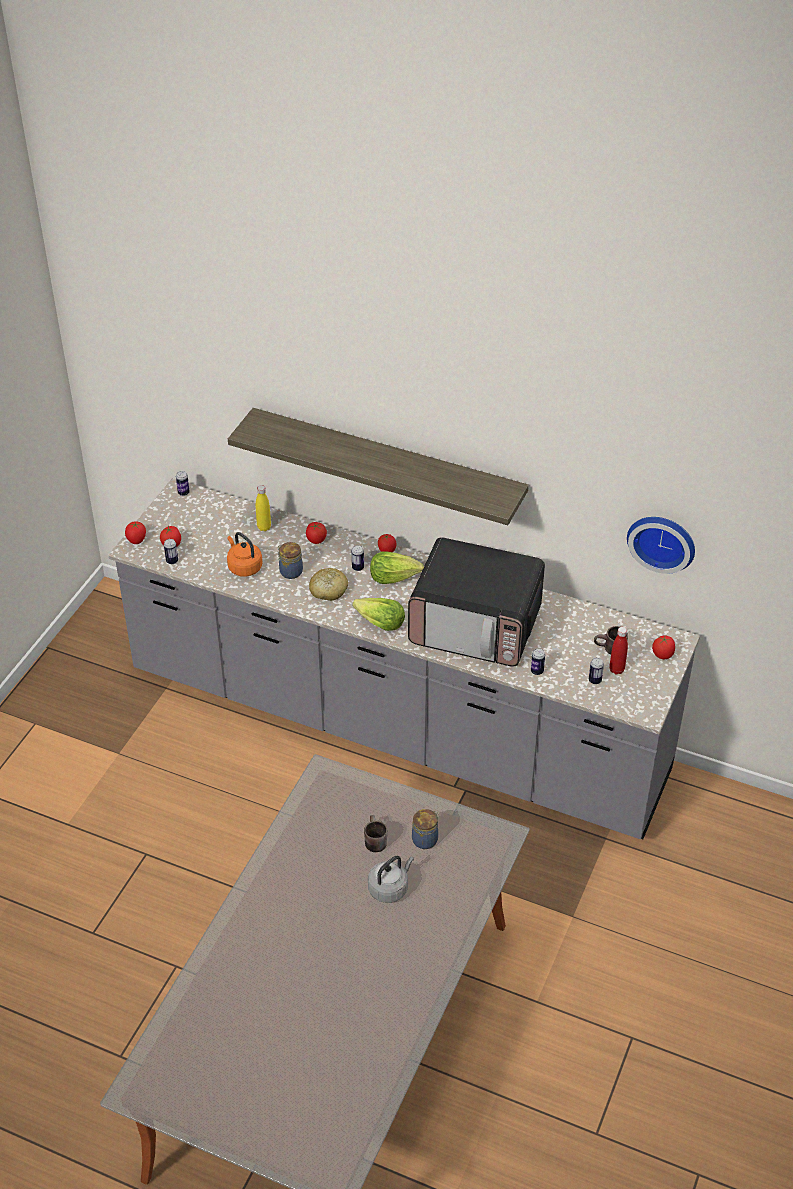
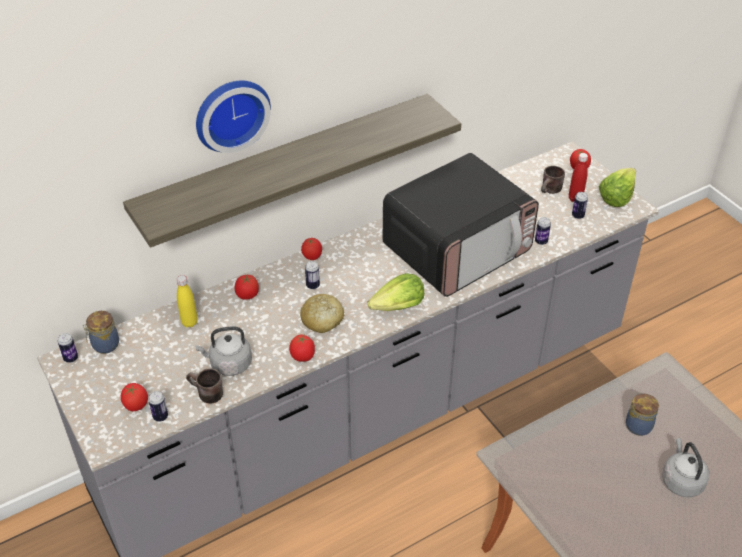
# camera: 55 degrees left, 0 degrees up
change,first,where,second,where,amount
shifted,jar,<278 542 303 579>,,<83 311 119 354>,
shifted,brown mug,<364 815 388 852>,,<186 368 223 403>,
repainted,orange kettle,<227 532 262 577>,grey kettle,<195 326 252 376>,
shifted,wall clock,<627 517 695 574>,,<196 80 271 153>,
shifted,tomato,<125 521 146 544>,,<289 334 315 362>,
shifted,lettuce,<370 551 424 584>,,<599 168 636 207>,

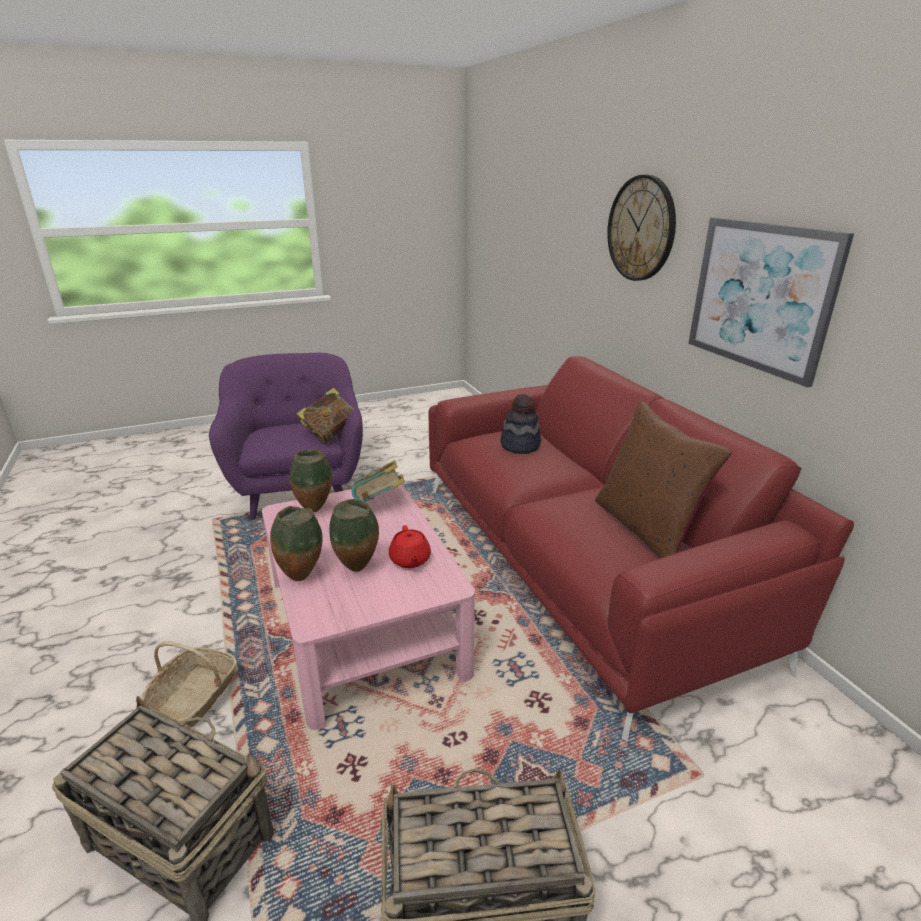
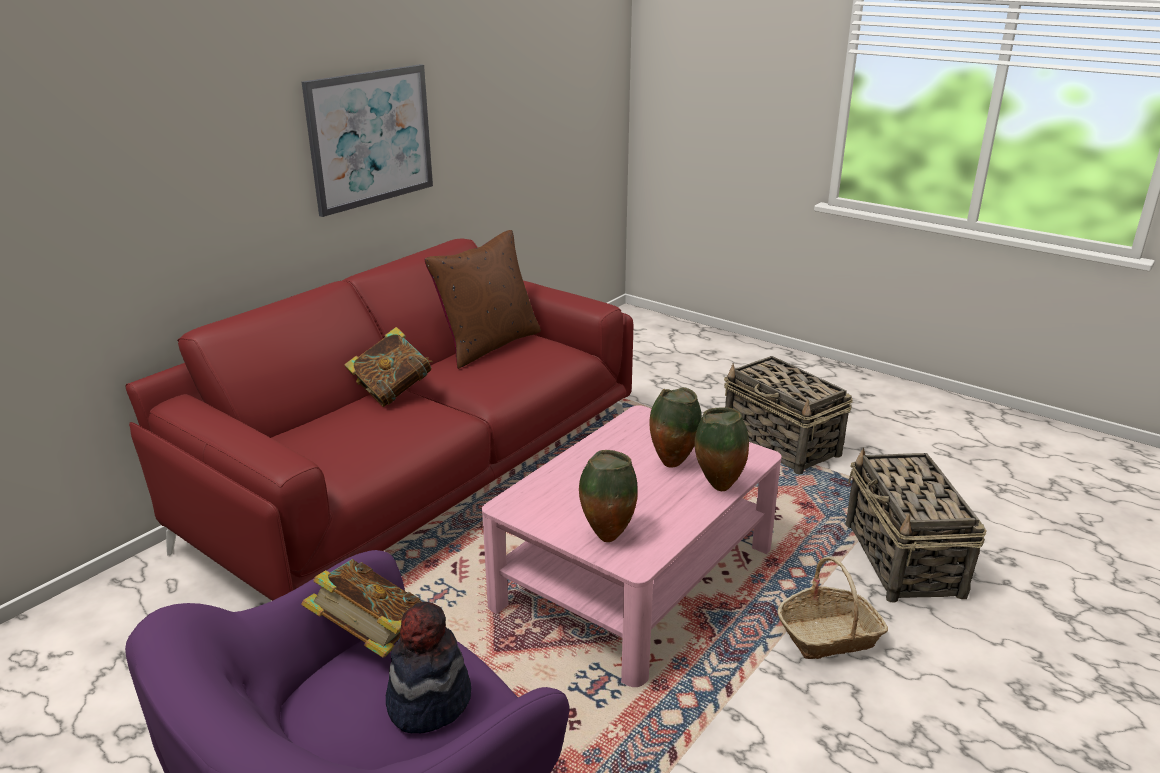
# camera: 120 degrees left, 0 degrees up
change,first,where,second,where,amount
shifted,book,<352 460 405 502>,,<344 327 433 407>,
shifted,hat,<500 394 541 454>,,<386 602 471 733>,
gone,red teapot,<389 525 431 568>,,,
gone,wall clock,<607 175 676 281>,,,

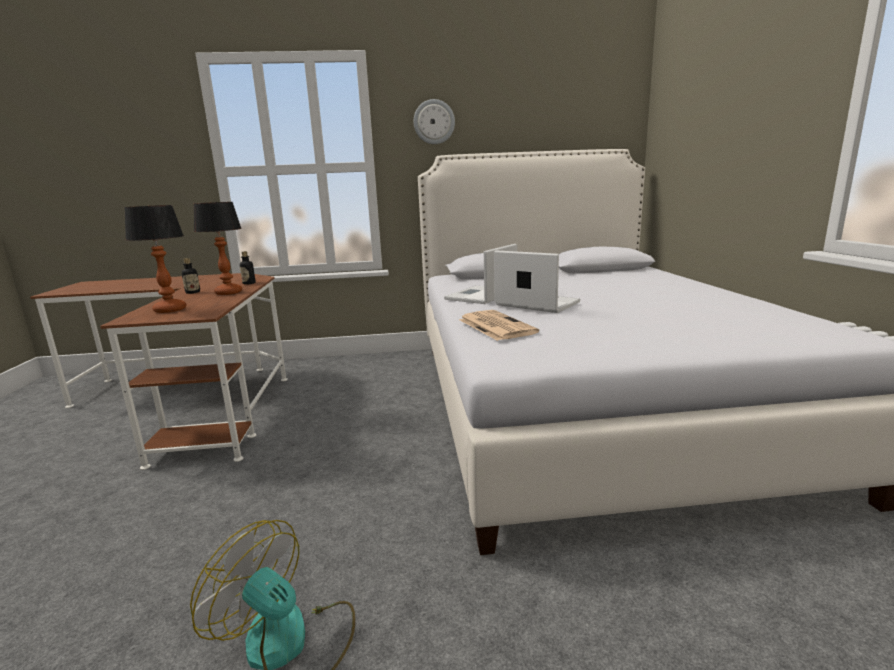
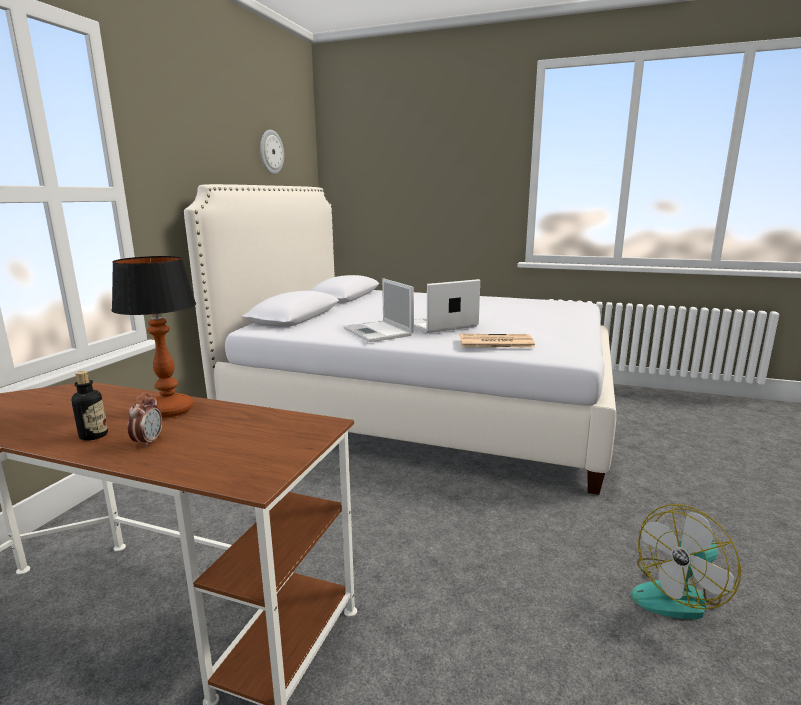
# camera: 65 degrees left, 0 degrees up
change,first,where,second,where,amount
new,,,alarm clock,<127 393 162 448>,
shifted,wall clock,<414 99 455 144>,,<260 130 284 174>,
gone,table lamp,<124 205 187 313>,,,
gone,bottle,<240 251 256 285>,,,

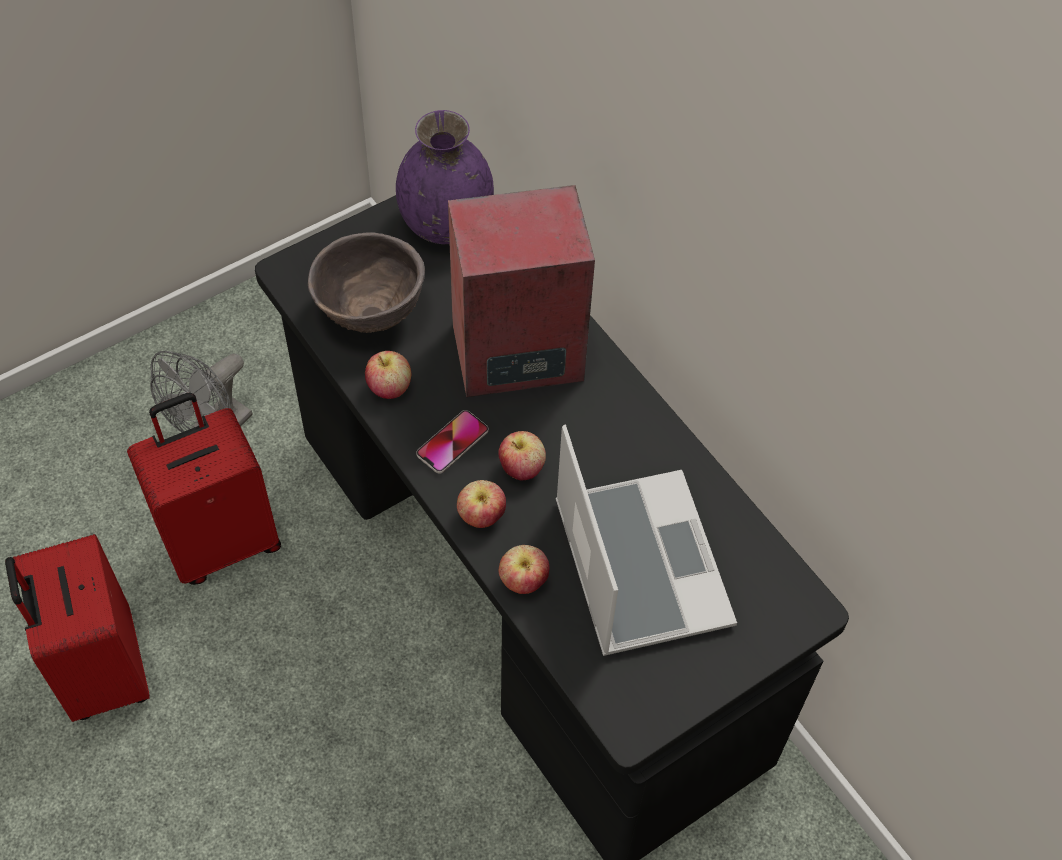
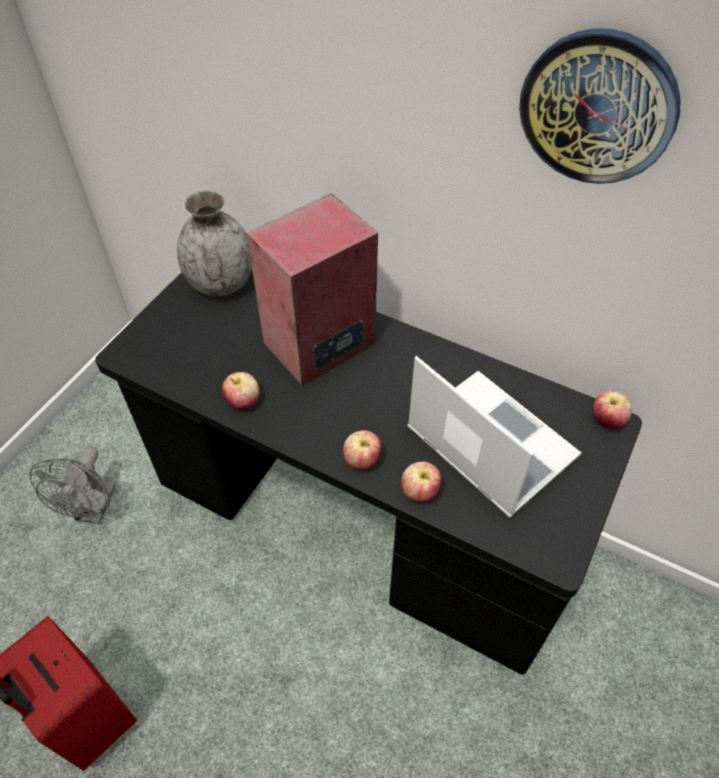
# camera: 25 degrees left, 5 degrees down
change,first,where,second,where,amount
repainted,purple vase,<396 110 494 244>,grey vase,<177 190 252 297>,
new,,,wall clock,<519 28 681 184>,
shifted,apple,<498 431 546 480>,,<593 391 632 429>,
gone,red suitcase,<127 392 281 585>,,,
gone,brown bowl,<308 232 425 333>,,,
gone,phone,<416 410 489 474>,,,

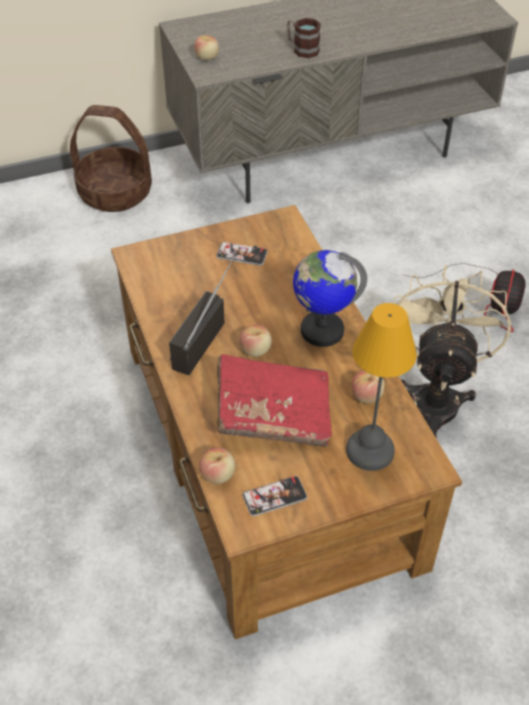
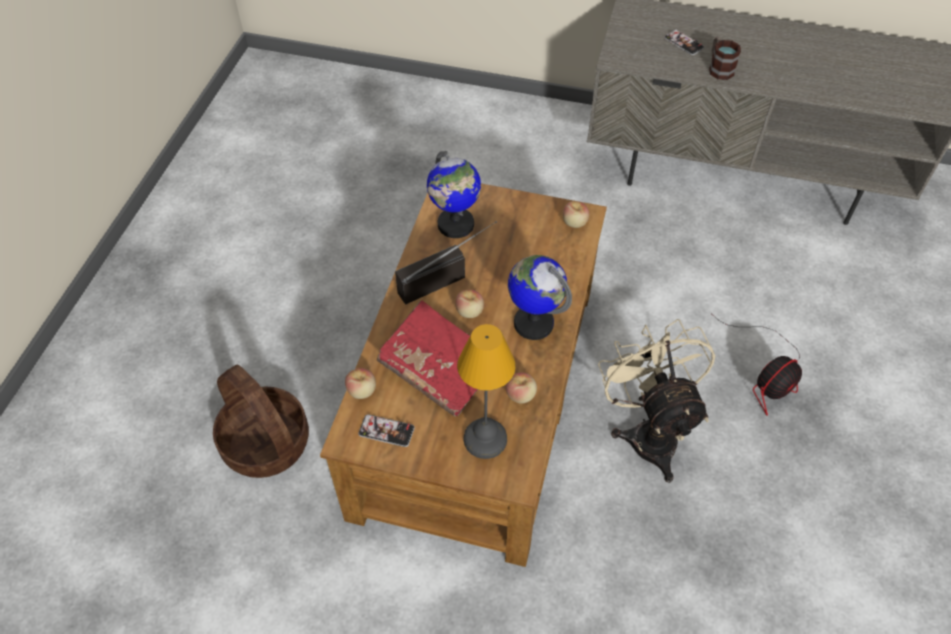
# camera: 35 degrees right, 5 degrees up
change,first,where,second,where,amount
shifted,basket,<70 105 152 212>,,<213 364 309 478>,
new,,,globe,<427 151 481 238>,
shifted,apple,<194 35 219 60>,,<563 201 589 228>,
rotated,beige fan,<394 265 511 439>,,<598 319 715 483>,60 degrees counterclockwise
shifted,phone,<216 241 268 266>,,<664 29 704 55>,

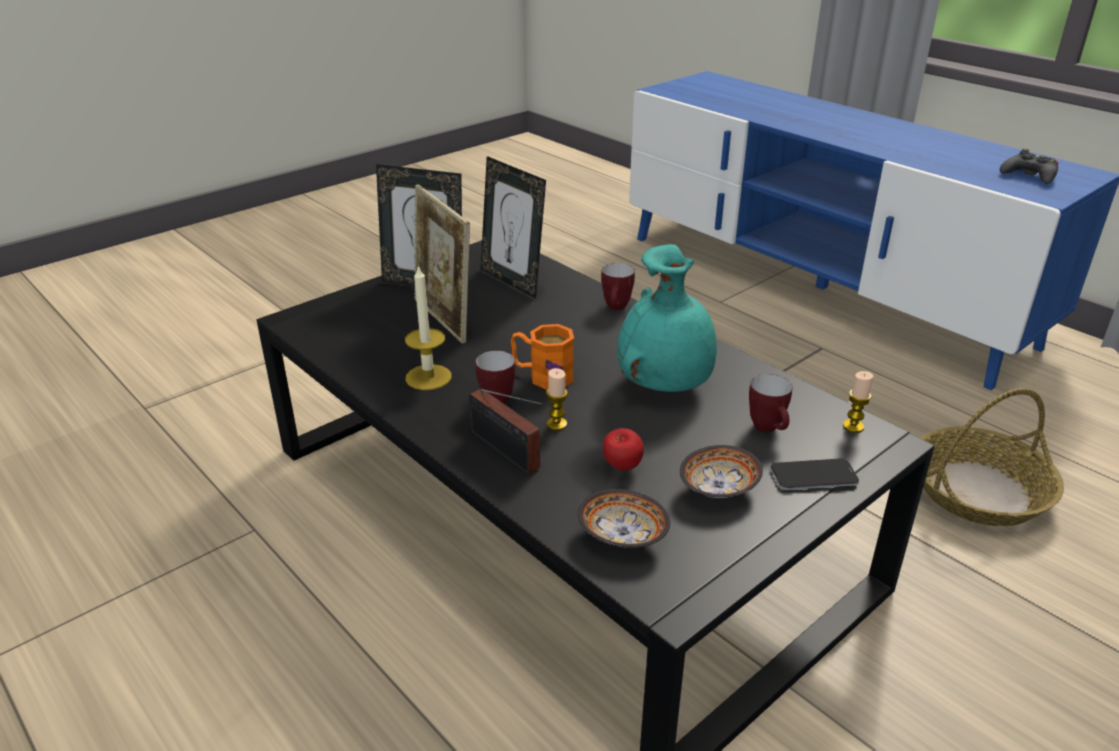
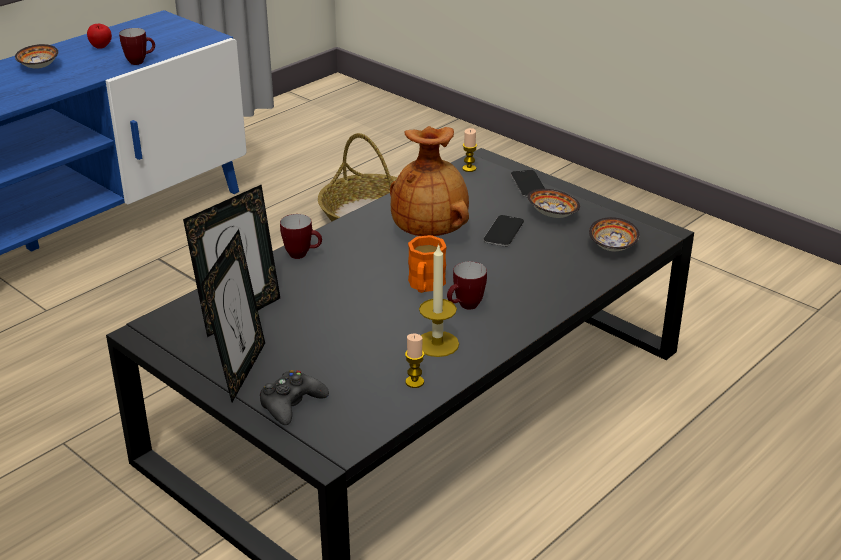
# camera: 95 degrees left, 0 degrees up
change,first,where,second,where,amount
new,,,bowl,<15 44 58 69>,
shifted,apple,<603 428 644 471>,,<87 24 112 48>,
shifted,mug,<749 374 793 433>,,<119 28 155 65>,
shifted,black game controller,<1000 149 1059 184>,,<260 370 329 425>,
repainted,turquoise vase,<618 244 717 392>,brown vase,<390 126 469 236>,
shifted,candle,<546 368 568 431>,,<405 334 424 388>,
new,,,phone,<483 215 524 247>,
gone,picture frame,<414 184 470 344>,,,
gone,radio,<469 389 544 474>,,,

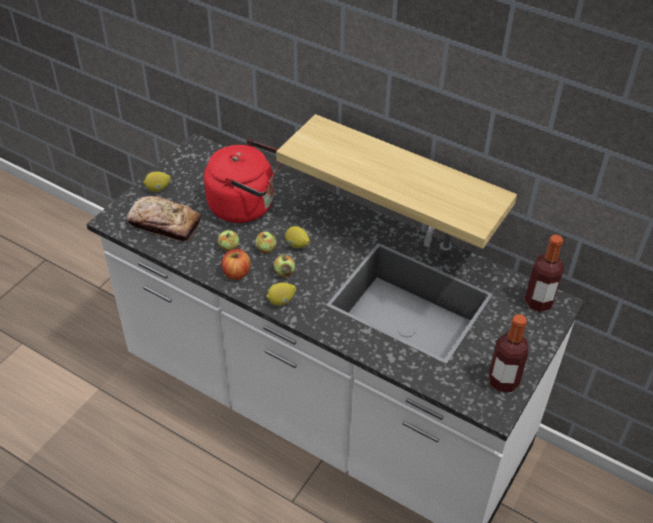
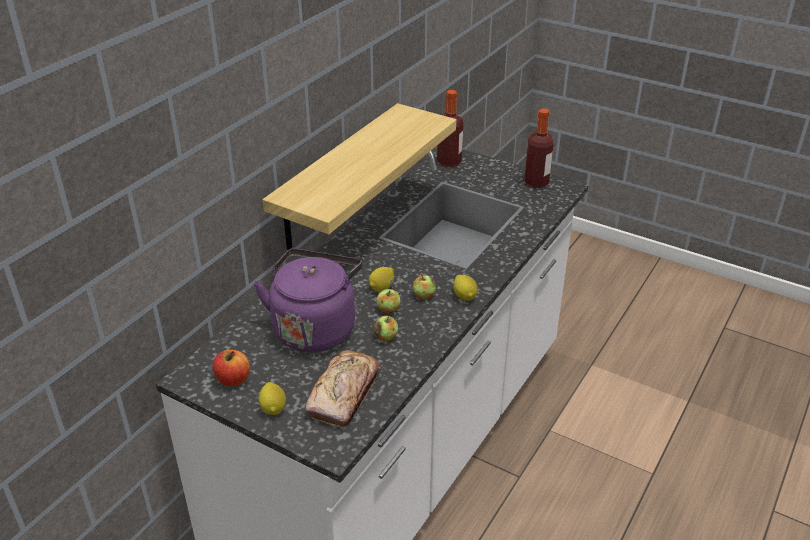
# camera: 90 degrees left, 10 degrees down
change,first,where,second,where,amount
shifted,apple,<222 249 250 280>,,<213 350 250 386>,
repainted,red kettle,<204 140 281 223>,purple kettle,<253 249 362 352>,

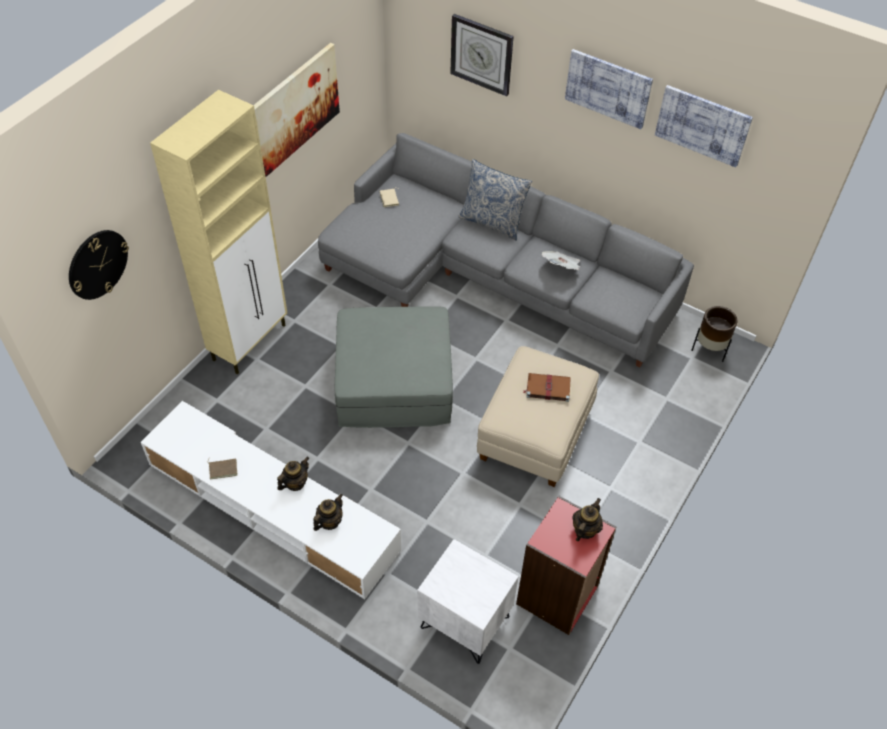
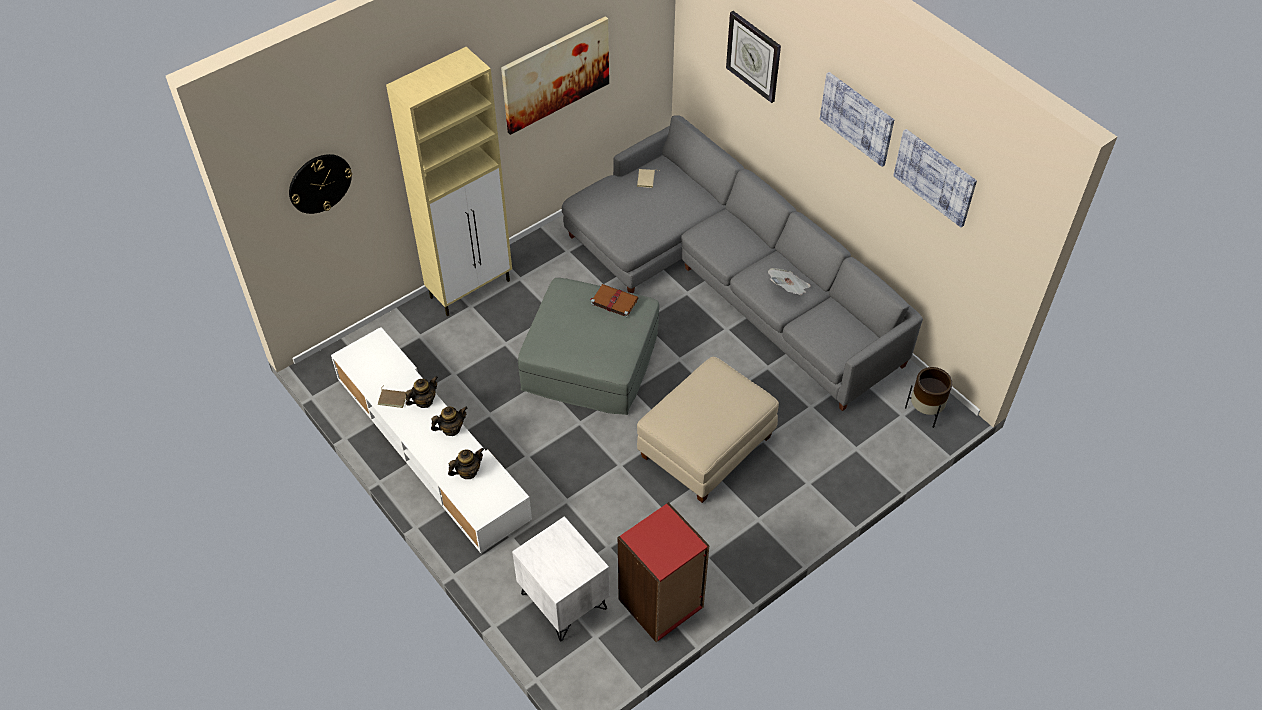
# camera: 20 degrees right, 0 degrees up
change,first,where,second,where,amount
shifted,teapot,<572 498 603 541>,,<406 376 438 408>,
shifted,brown book,<523 373 571 402>,,<590 284 639 318>,
gone,pillow,<458 159 532 241>,,,

